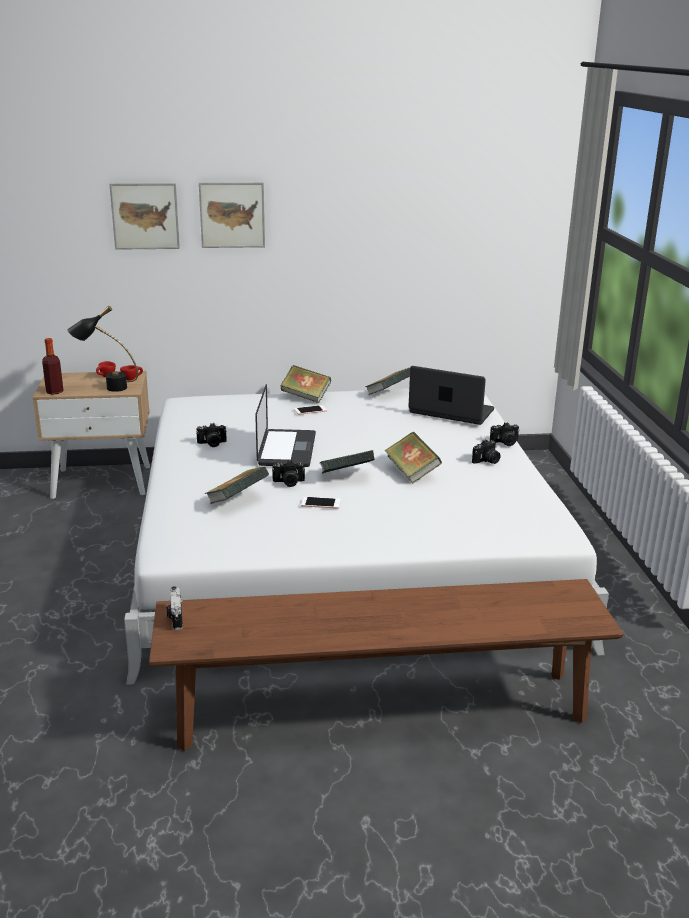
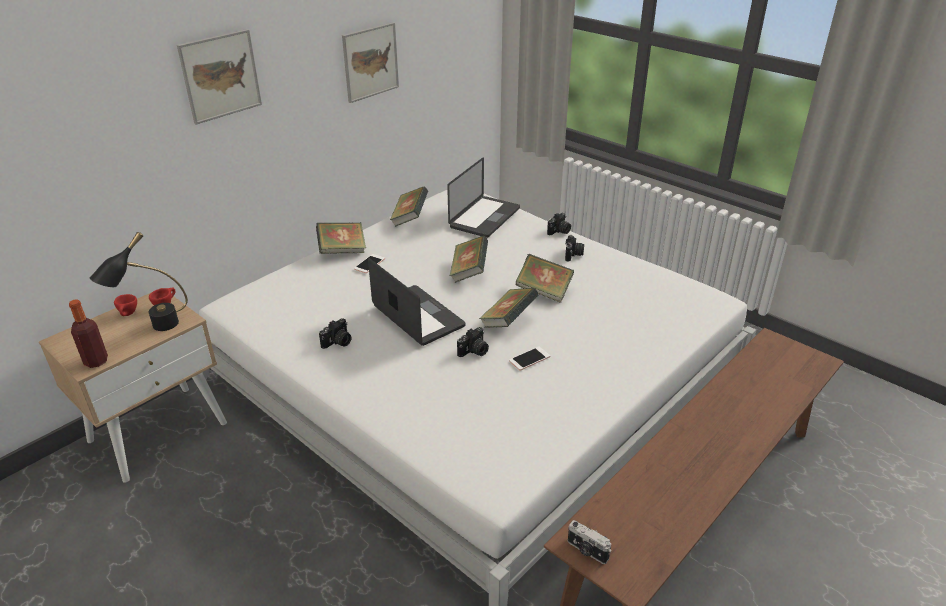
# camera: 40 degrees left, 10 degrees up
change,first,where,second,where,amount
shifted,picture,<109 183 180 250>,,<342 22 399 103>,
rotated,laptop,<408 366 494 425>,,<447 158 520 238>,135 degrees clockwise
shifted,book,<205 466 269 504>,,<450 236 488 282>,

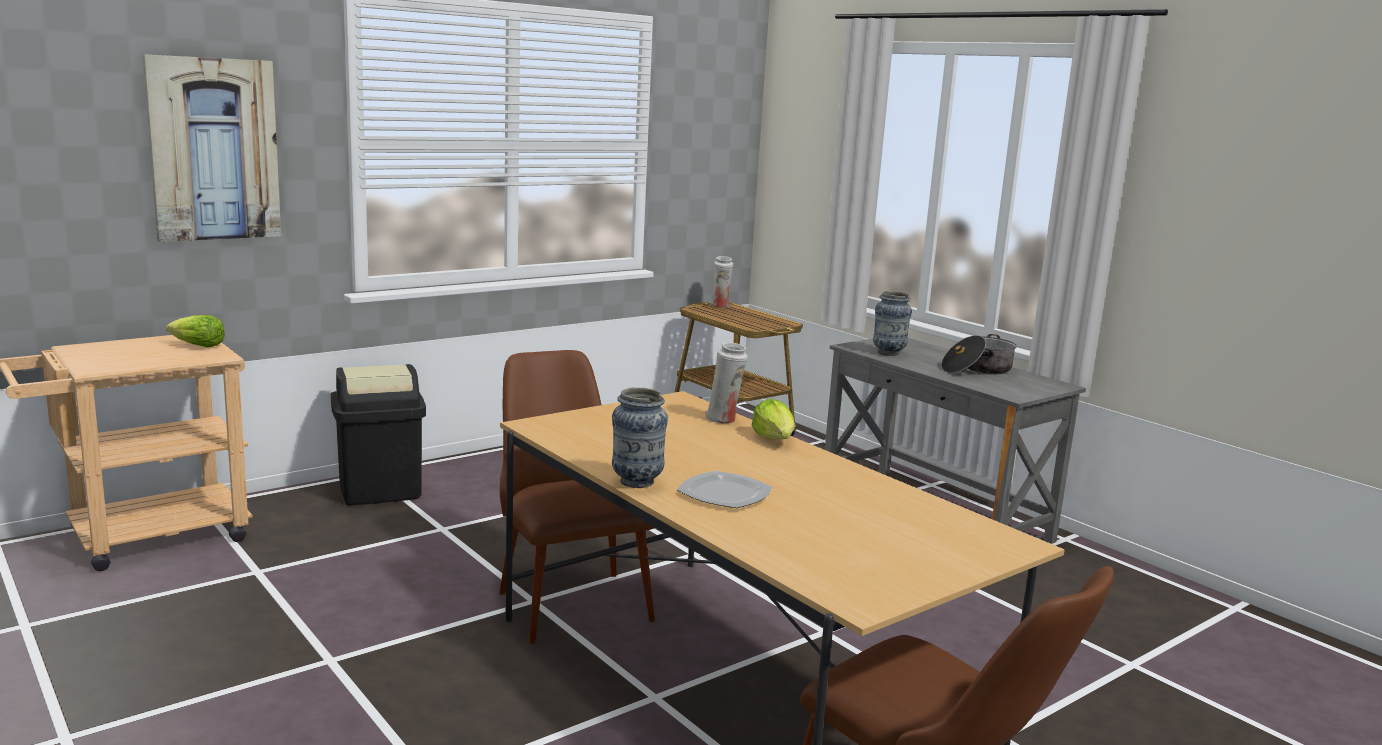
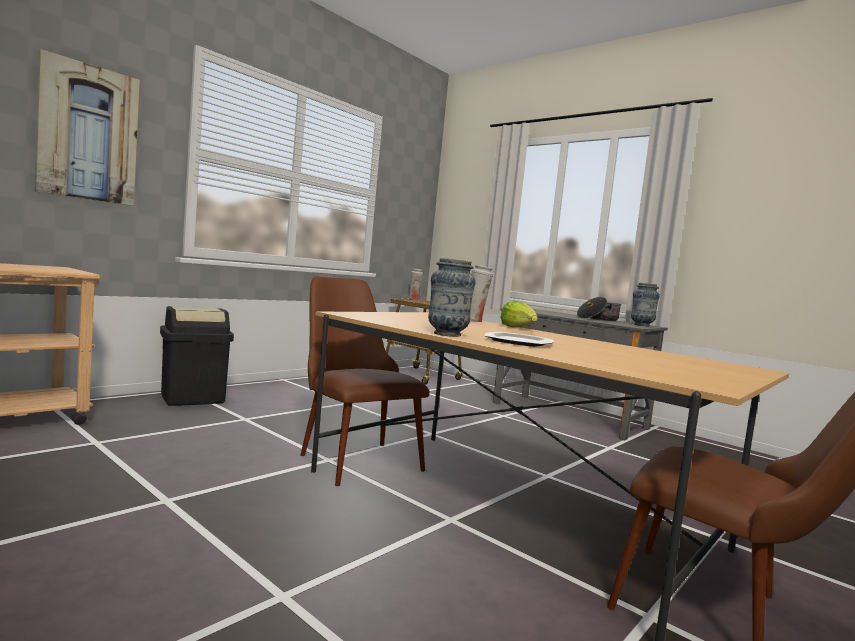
# camera: 10 degrees left, 10 degrees down
change,first,where,second,where,amount
shifted,vase,<873 291 912 356>,,<631 283 660 326>,
gone,lettuce,<166 315 225 347>,,,

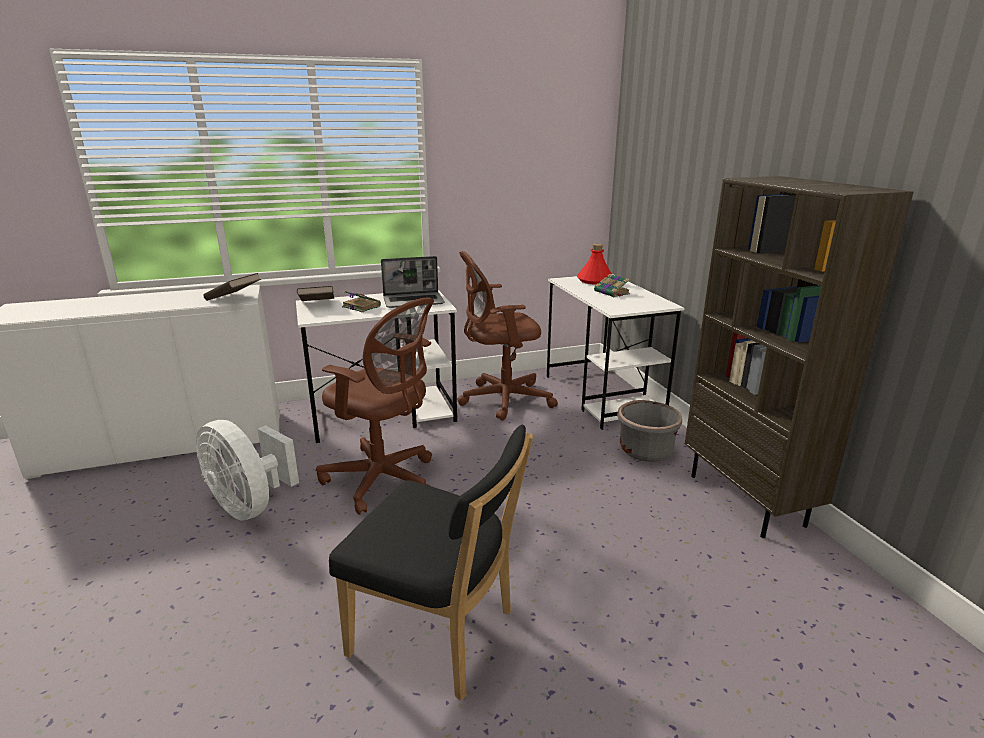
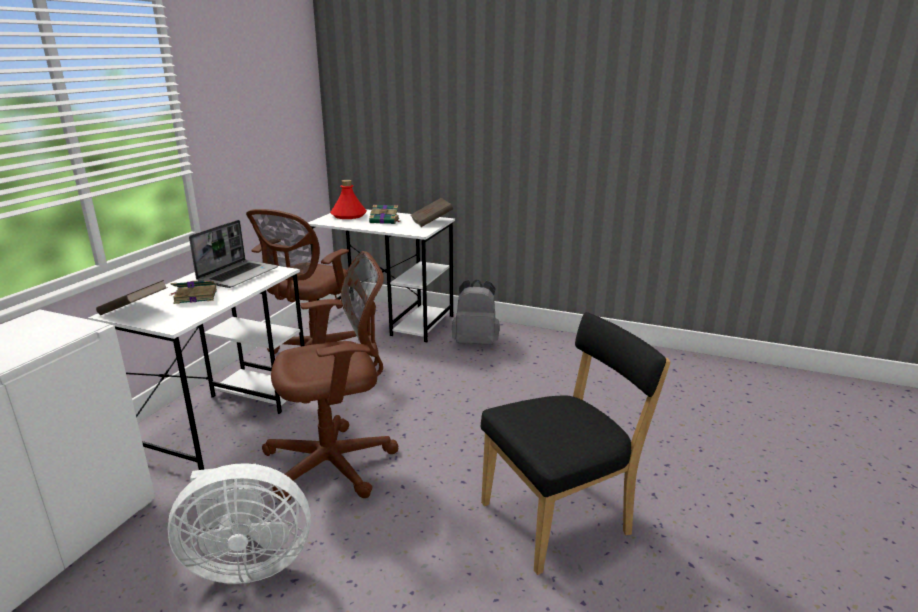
# camera: 50 degrees left, 0 degrees up
change,first,where,second,where,amount
shifted,brown book,<203 273 261 301>,,<411 198 453 227>,
swapped,grey planter,<617 400 682 462>,grey backpack,<452 280 500 345>,
gone,brown bookcase,<685 176 913 538>,,,

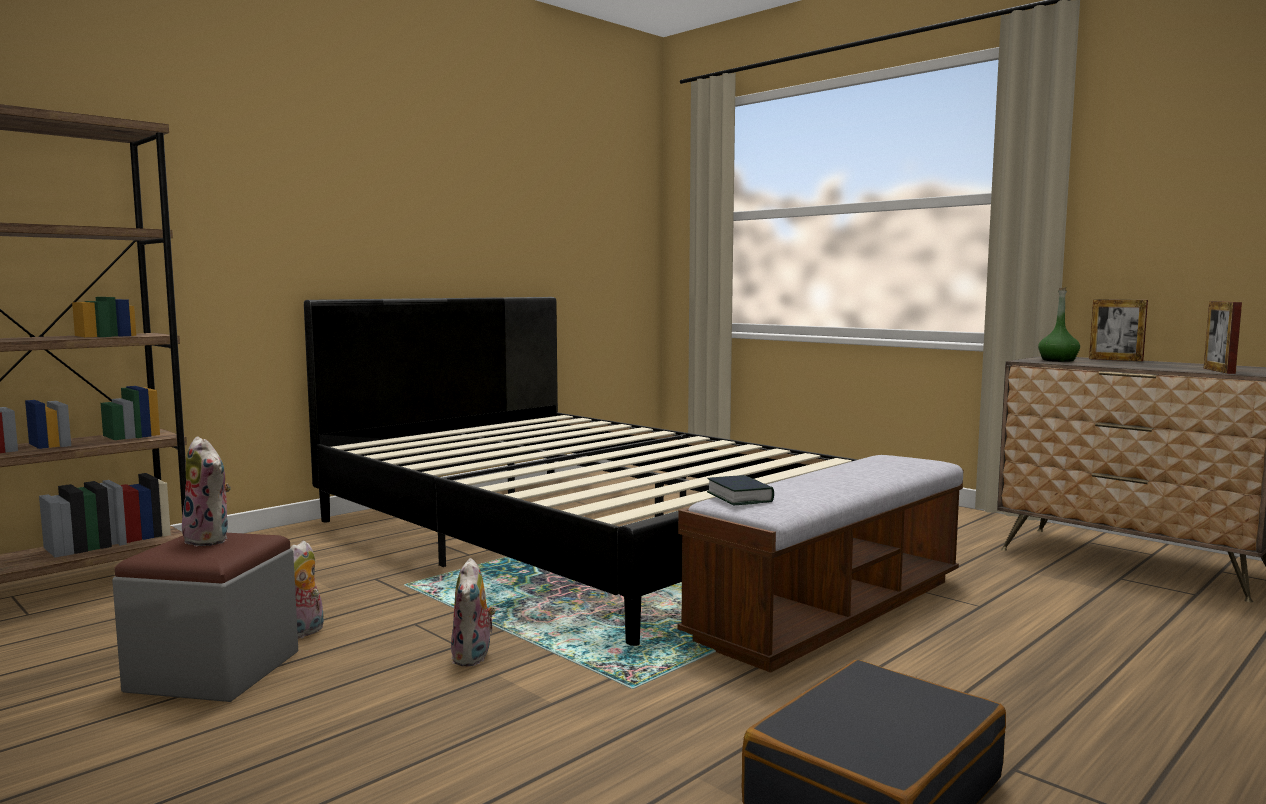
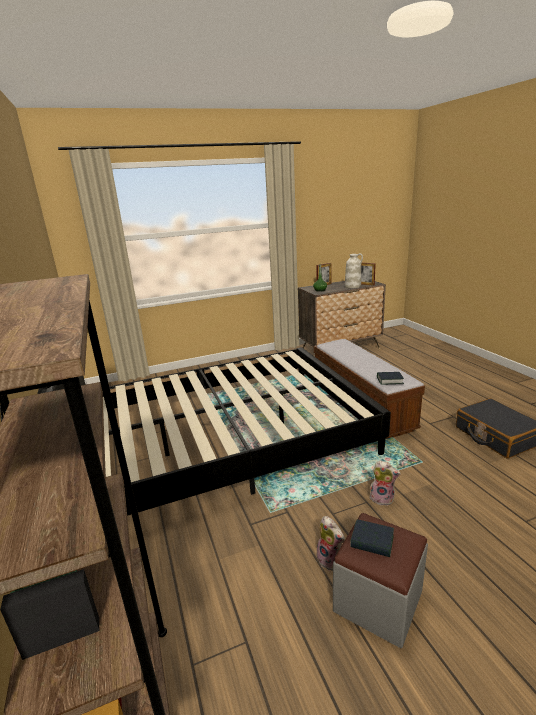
# camera: 65 degrees left, 15 degrees up
change,first,where,second,where,amount
new,,,white vase,<345 253 363 288>,
swapped,plush toy,<182 437 231 547>,book,<350 520 394 557>,

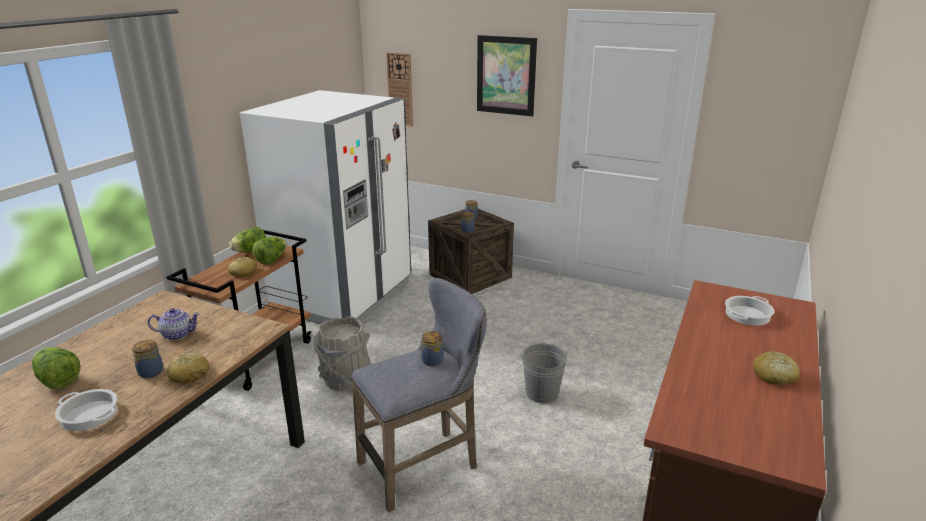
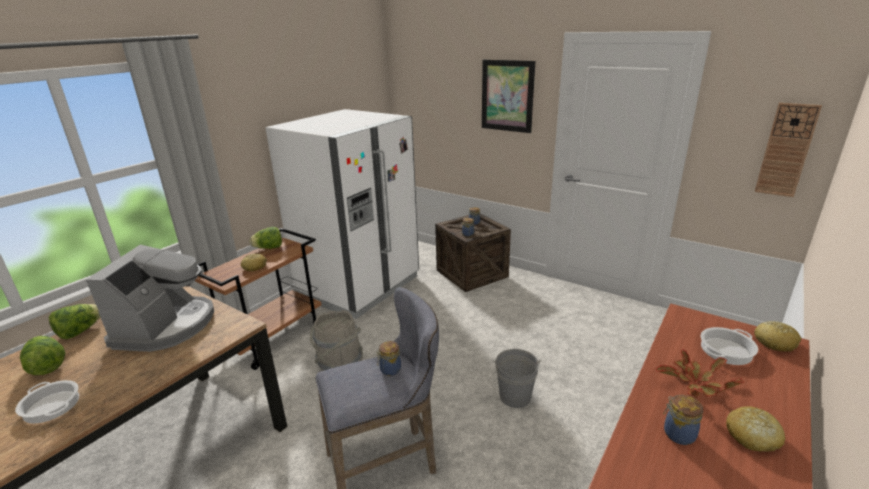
# camera: 10 degrees right, 0 degrees up
change,first,where,second,where,amount
shifted,lettuce,<252 236 287 265>,,<49 304 100 339>,
swapped,teapot,<148 308 200 340>,coffee machine,<86 245 214 352>,
new,,,potted plant,<656 349 744 397>,
shifted,jar,<132 340 163 378>,,<663 395 703 445>,
shifted,bread,<167 353 209 383>,,<754 321 801 352>,
shifted,wall clock,<386 52 413 126>,,<755 103 822 197>,

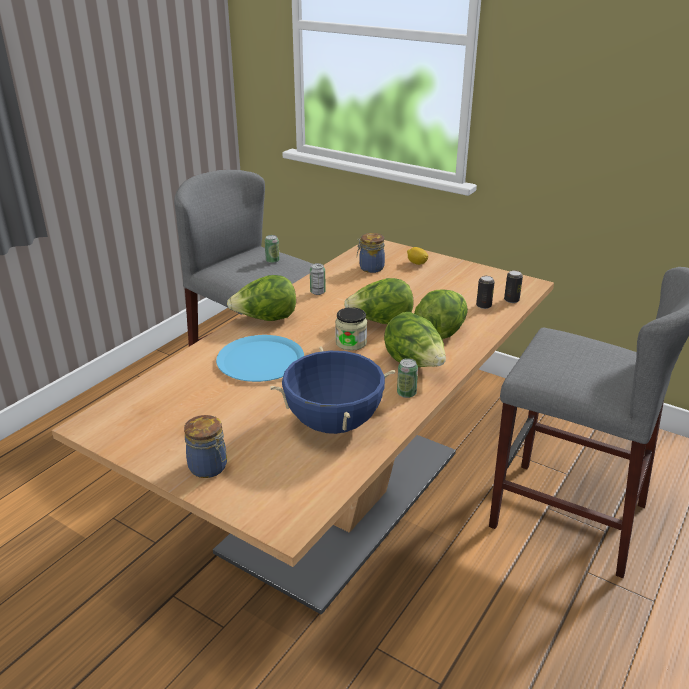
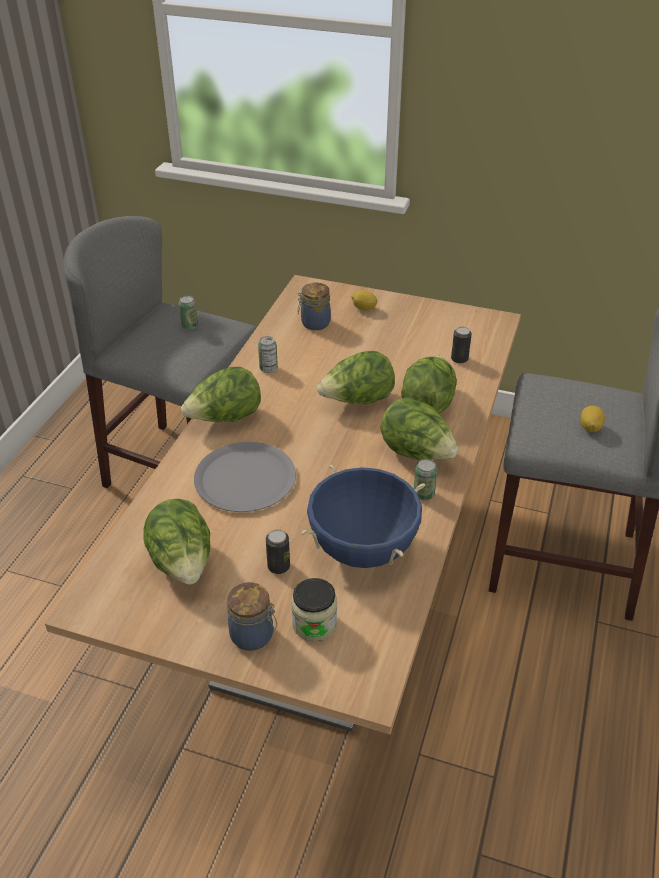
# camera: 15 degrees left, 10 degrees up
change,first,where,second,where,amount
new,,,lettuce,<143 499 210 585>,
repainted,blue plate,<216 335 304 382>,grey plate,<194 442 296 512>,
shifted,can,<504 270 523 303>,,<266 529 290 574>,
shifted,jar,<335 307 367 351>,,<291 578 337 642>,
new,,,lemon,<581 406 605 432>,

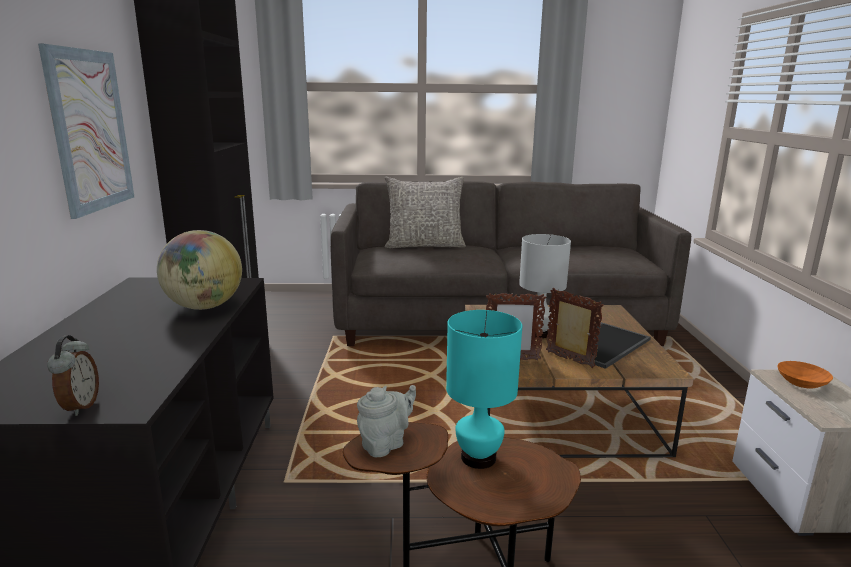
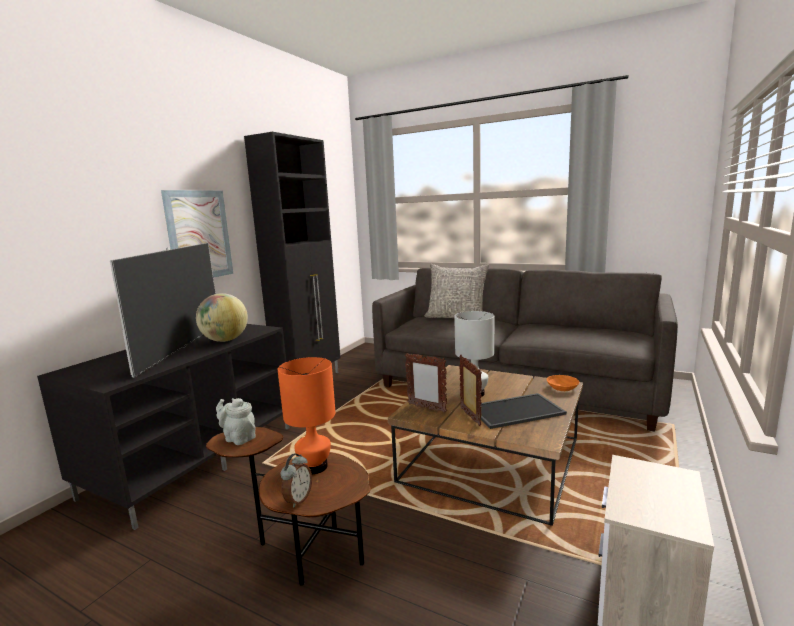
# camera: 30 degrees right, 5 degrees down
change,first,where,second,where,amount
new,,,television,<110 243 216 378>,
rotated,grey teapot,<357 385 416 457>,,<216 398 256 445>,135 degrees counterclockwise
repainted,turquoise table lamp,<446 310 522 469>,orange table lamp,<278 357 336 474>,
shifted,alarm clock,<47 335 99 416>,,<281 454 312 508>,
shifted,orange bowl,<777 361 833 389>,,<546 375 579 391>,

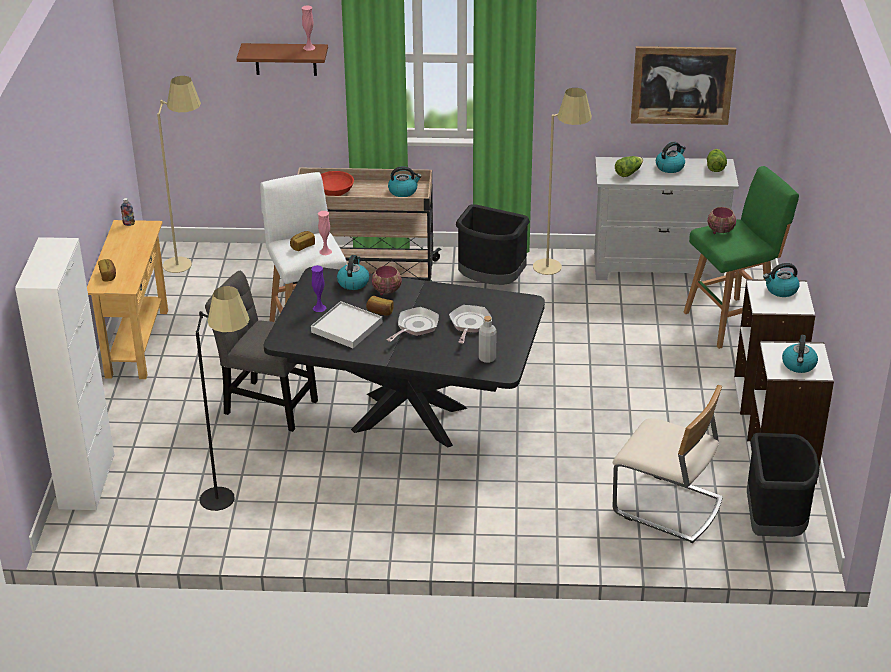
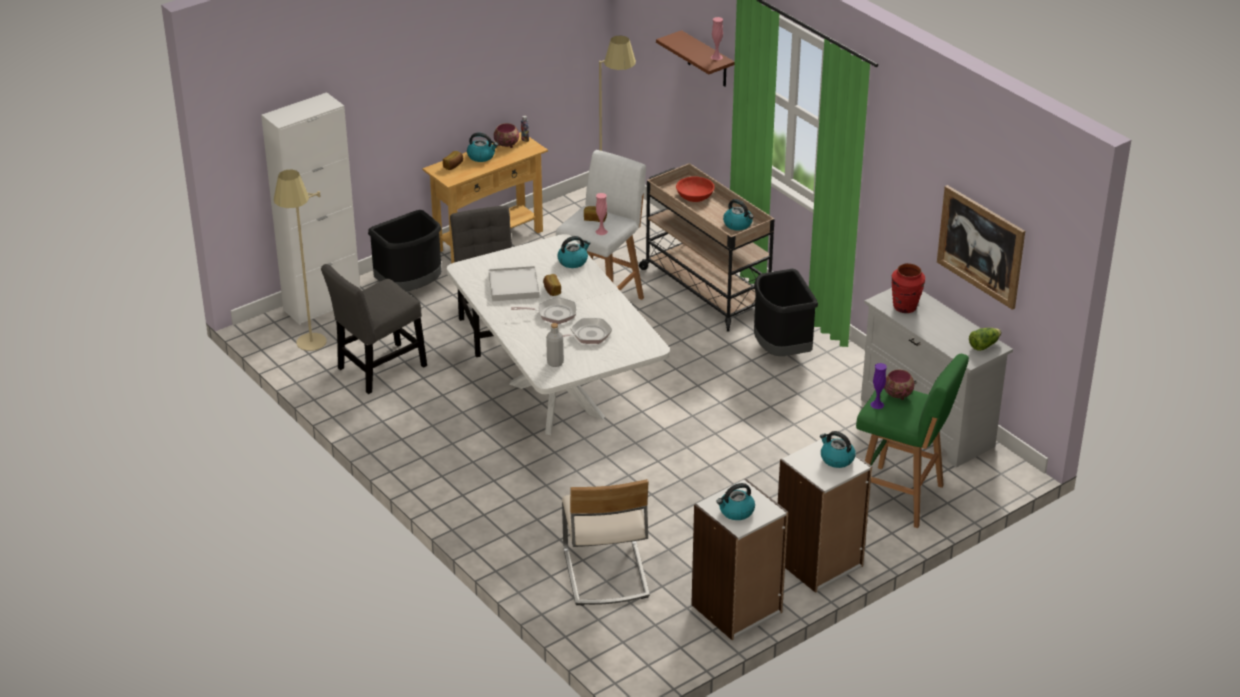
# camera: 50 degrees right, 0 degrees up
change,first,where,second,where,amount
shifted,beige floor lamp,<533 88 592 275>,,<274 170 326 351>,
swapped,black floor lamp,<196 286 250 511>,grey chair,<321 264 427 394>,
shifted,black trash can,<747 433 819 537>,,<368 210 442 291>,
repainted,black dining table,<264 267 545 448>,white dining table,<447 234 670 435>,
shifted,kettle,<656 142 686 173>,,<467 132 498 162>,
shifted,bowl,<372 266 402 296>,,<494 123 519 148>,
shifted,purple vase,<311 265 326 312>,,<871 363 887 409>,
swapped,lettuce,<615 156 643 177>,red vase,<892 263 925 313>,

